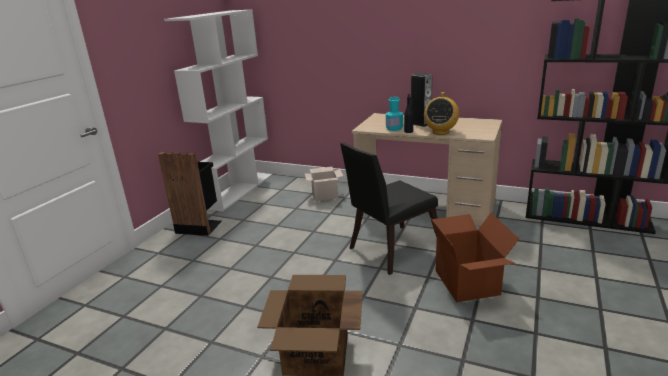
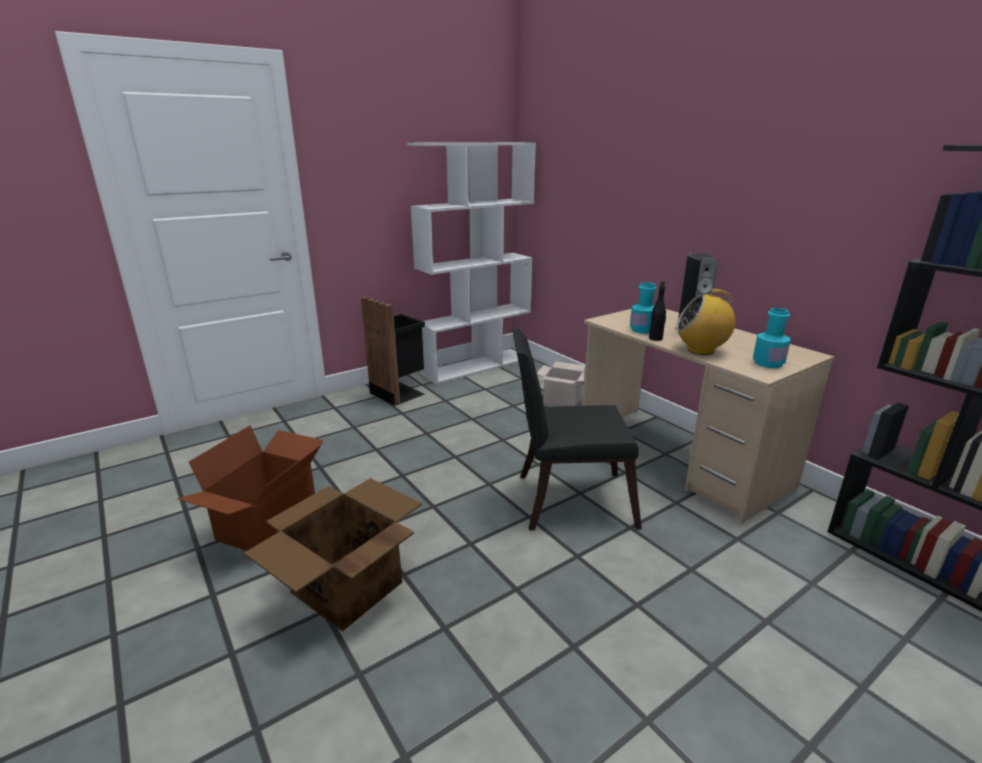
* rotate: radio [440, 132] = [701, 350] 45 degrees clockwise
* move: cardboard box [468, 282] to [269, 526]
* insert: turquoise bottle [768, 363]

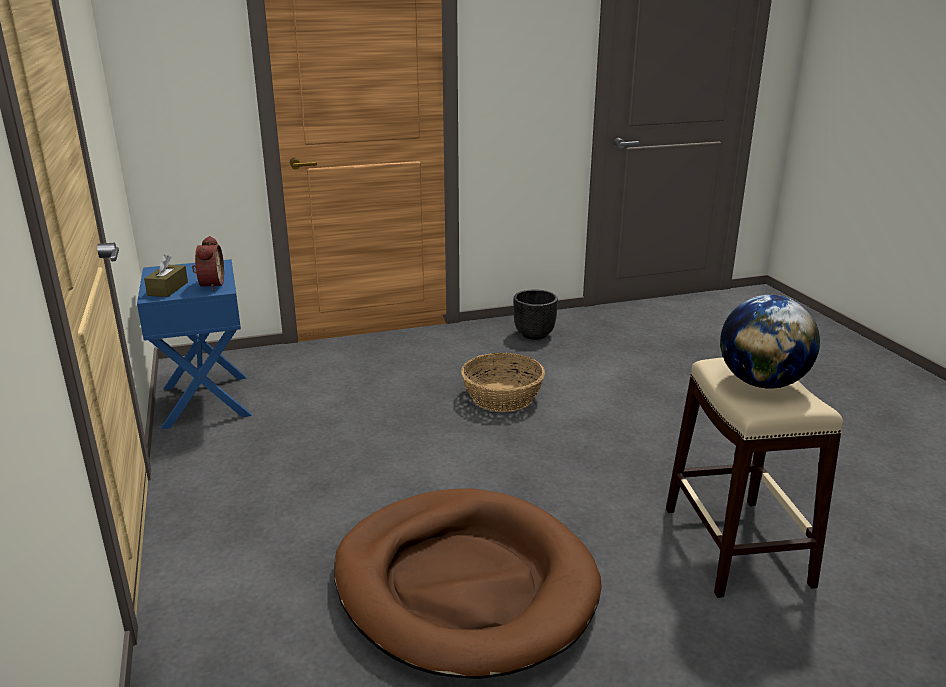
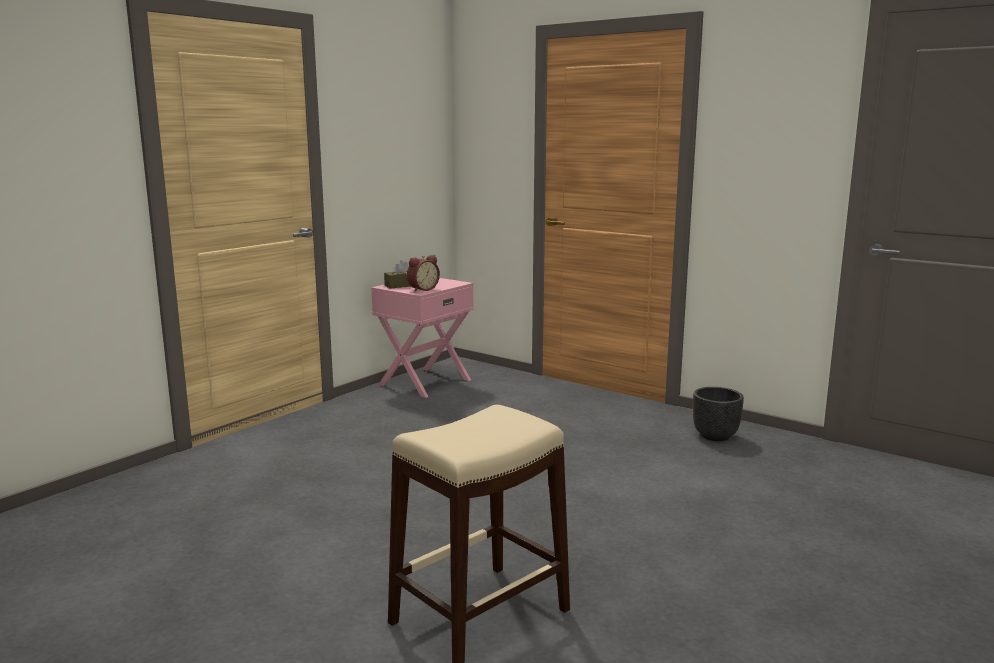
* recolor: blue nightstand [204, 401] to pink nightstand [424, 382]
* delete: globe [762, 383]
* delete: basket [502, 396]
* delete: brown dog bed [464, 585]

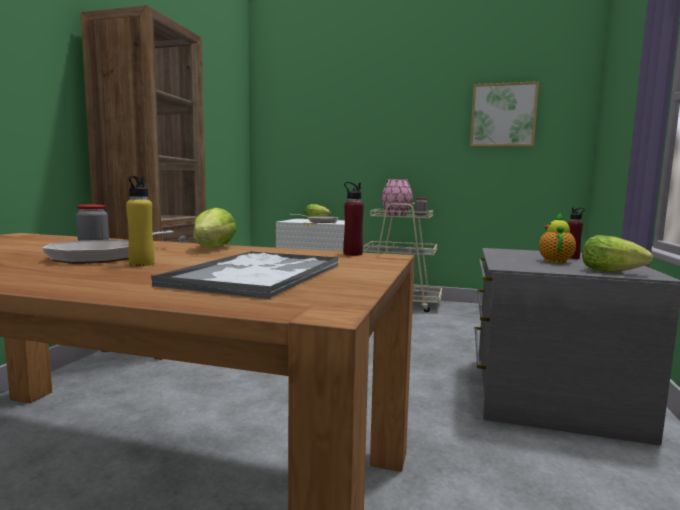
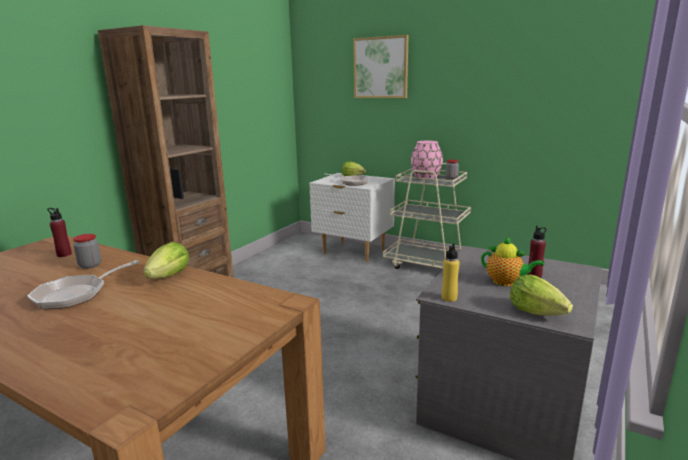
* move: picture [503, 115] to [381, 68]
* move: yellow bottle [141, 264] to [449, 298]
* move: red bottle [352, 254] to [64, 254]
* rotate: teapot [555, 261] = [506, 282] 90 degrees clockwise
* delete: tray [259, 274]

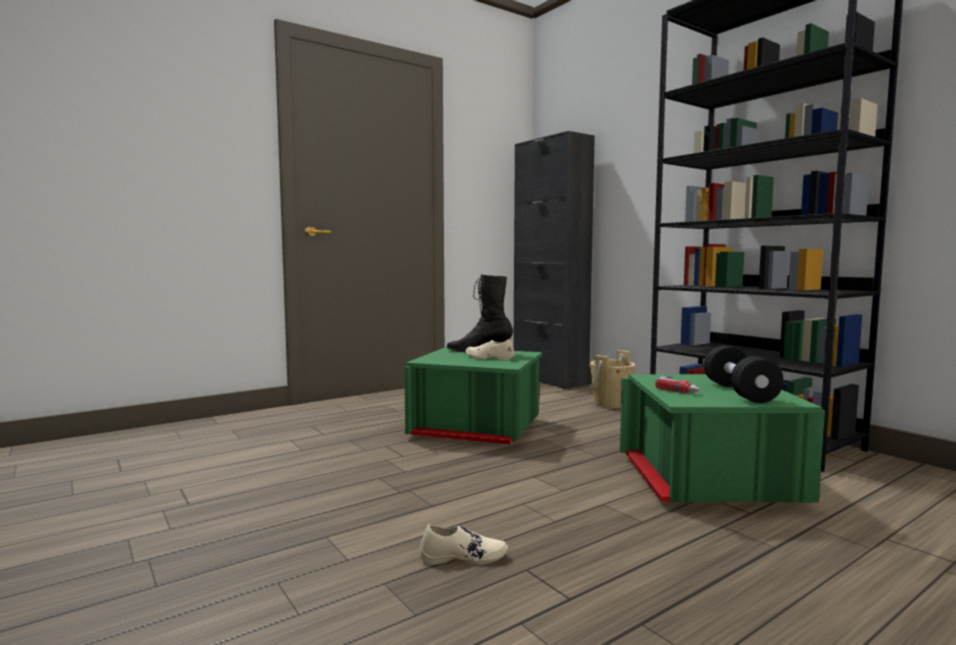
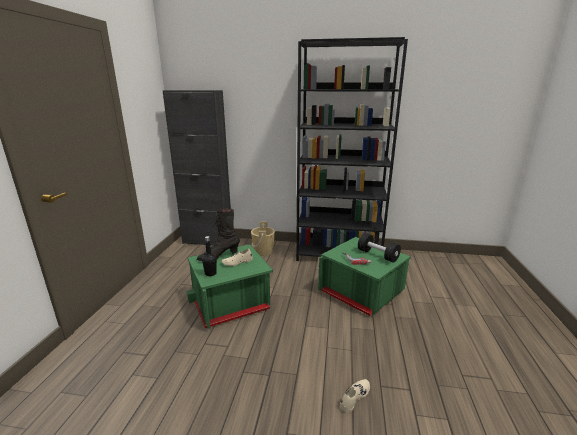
* insert: black bottle [210, 273]

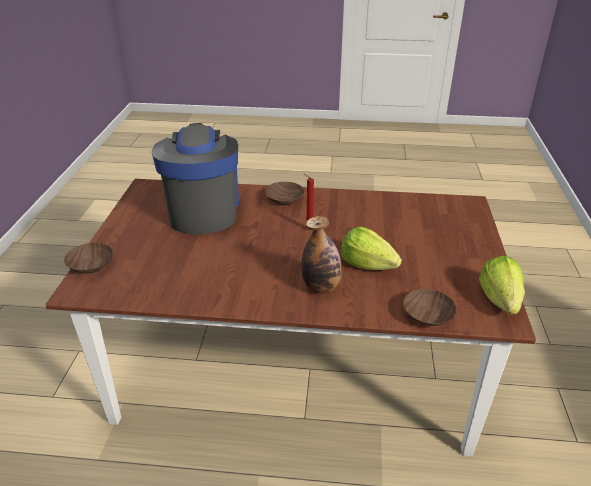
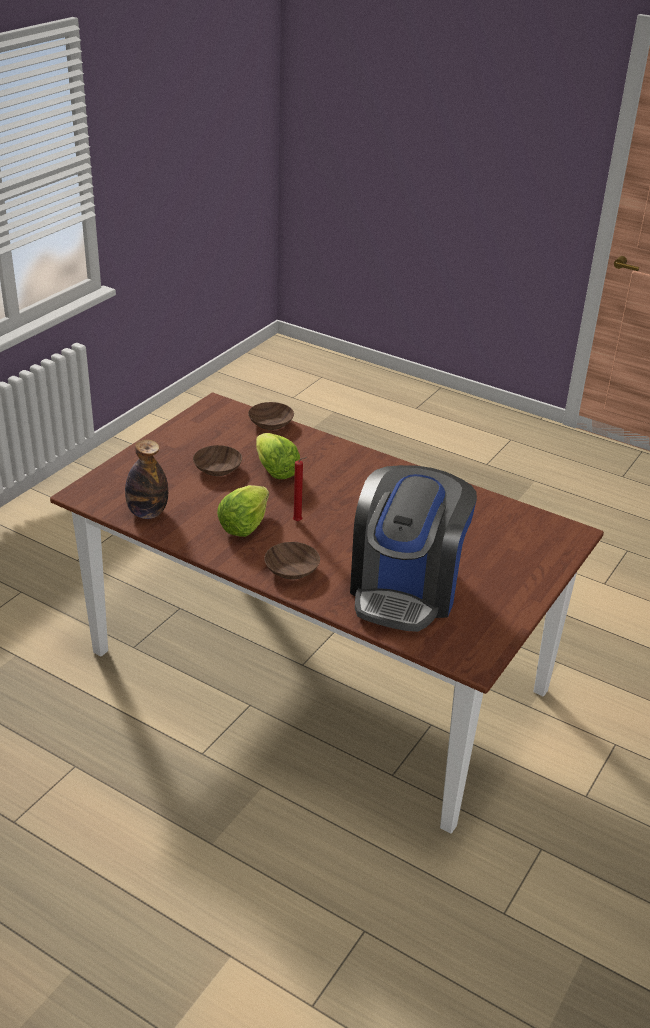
* move: bottle [321, 287] to [147, 513]
* move: brown bowl [91, 264] to [217, 469]
* move: lettuce [500, 299] to [244, 525]

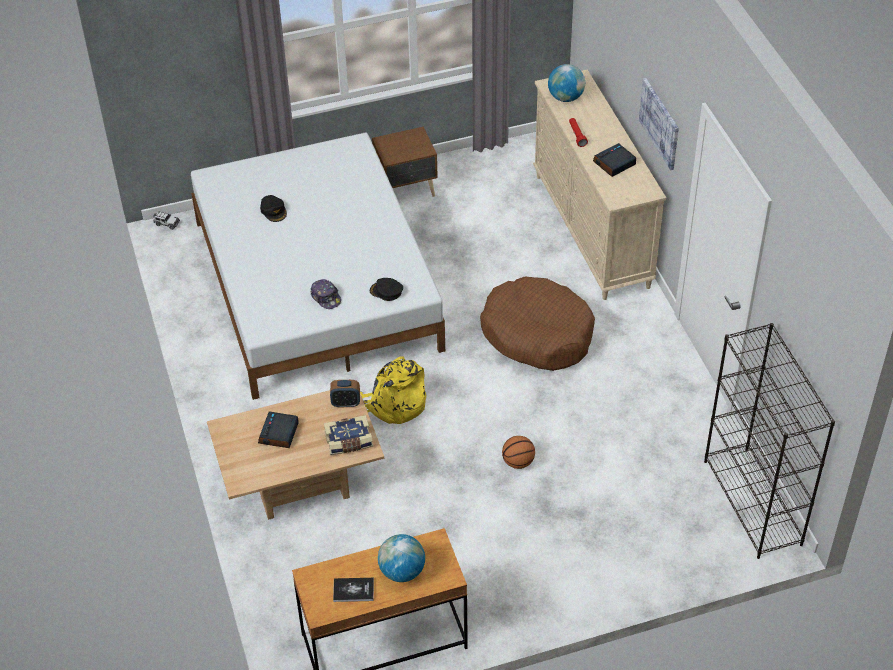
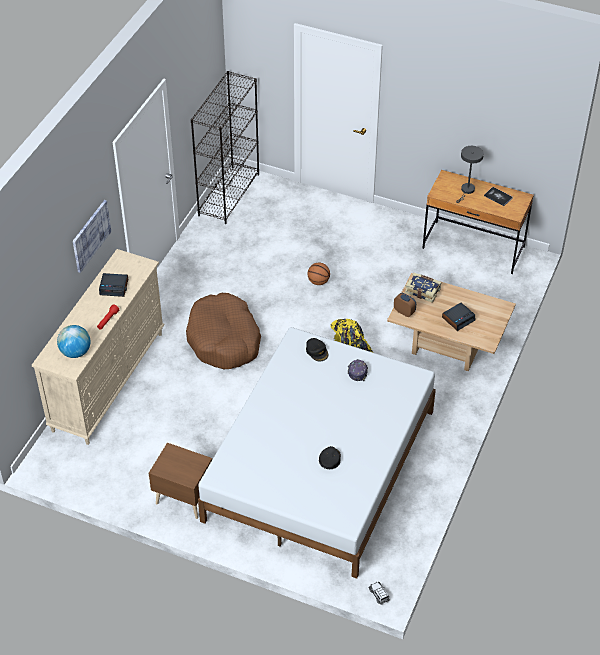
* replace: globe [402, 571] to grey table lamp [467, 191]

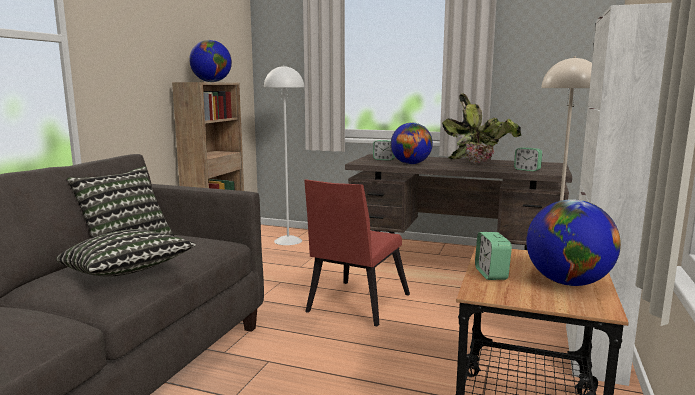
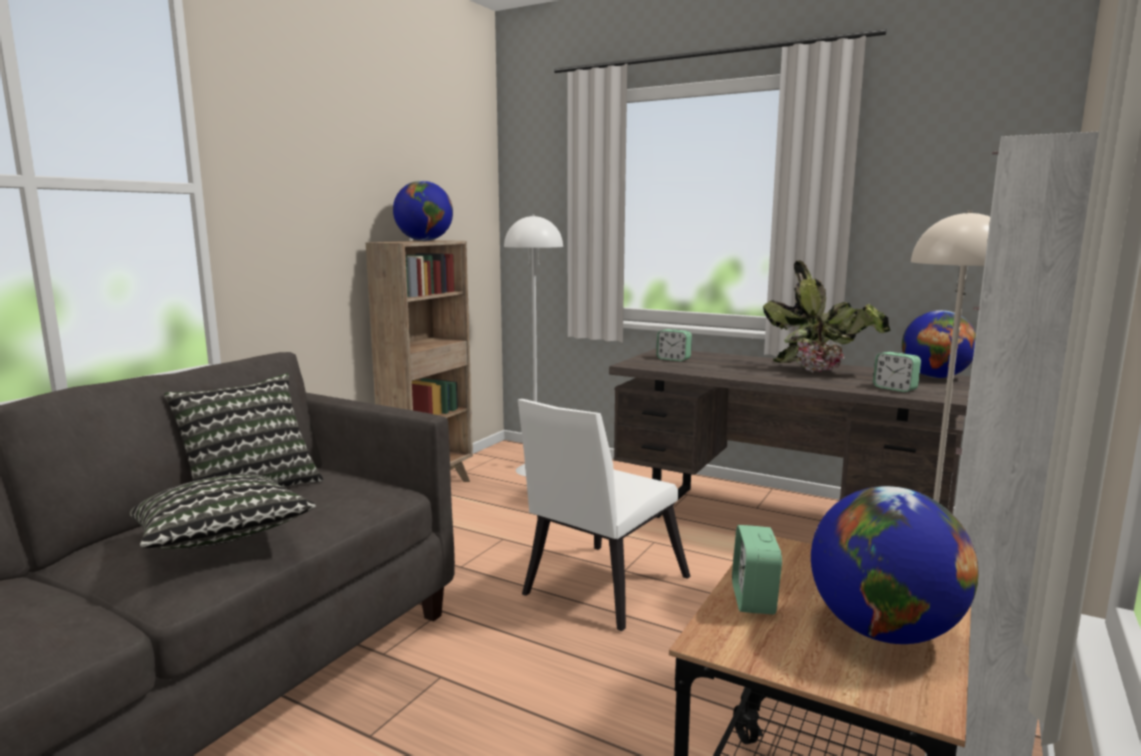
* move: globe [410, 164] to [935, 377]
* recolor: red chair [354, 305] to white chair [599, 589]

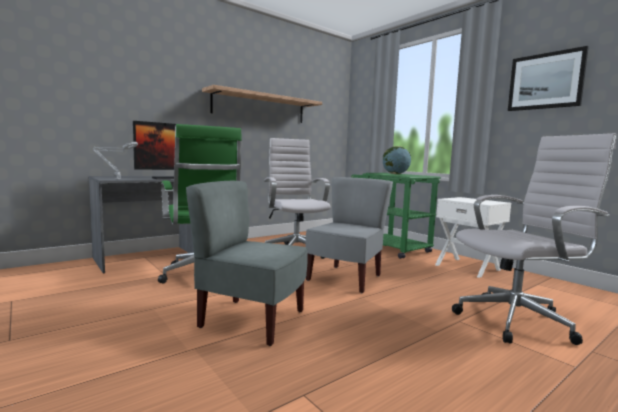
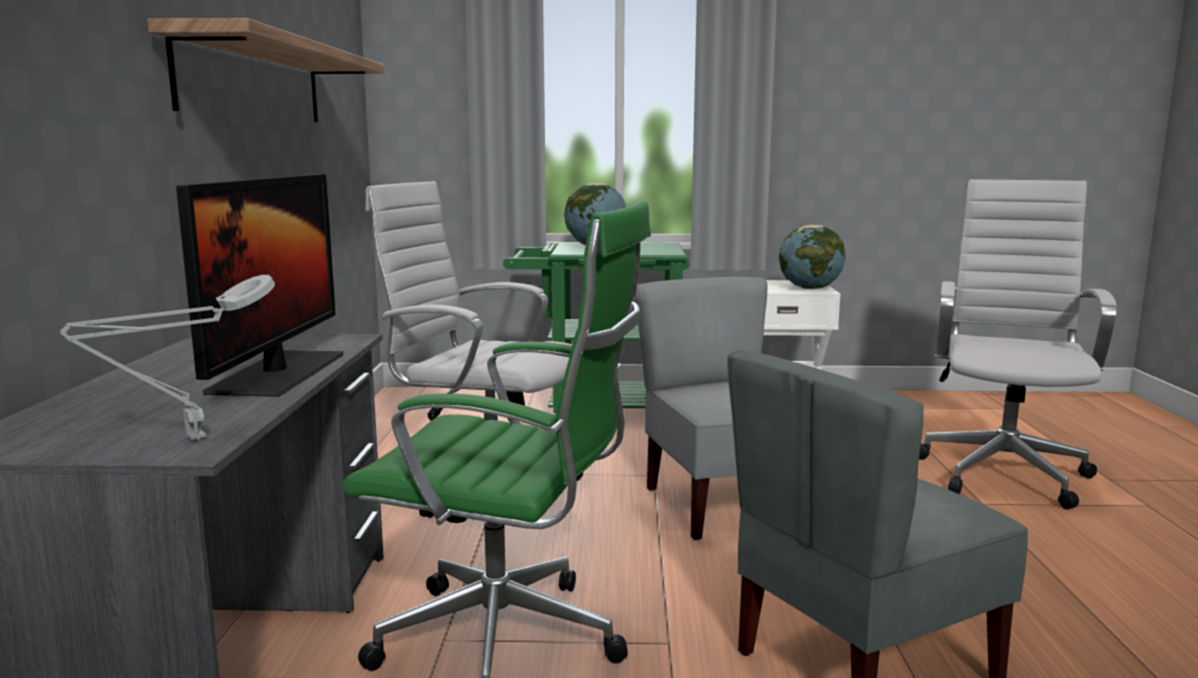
* delete: picture [545, 81]
* insert: globe [810, 288]

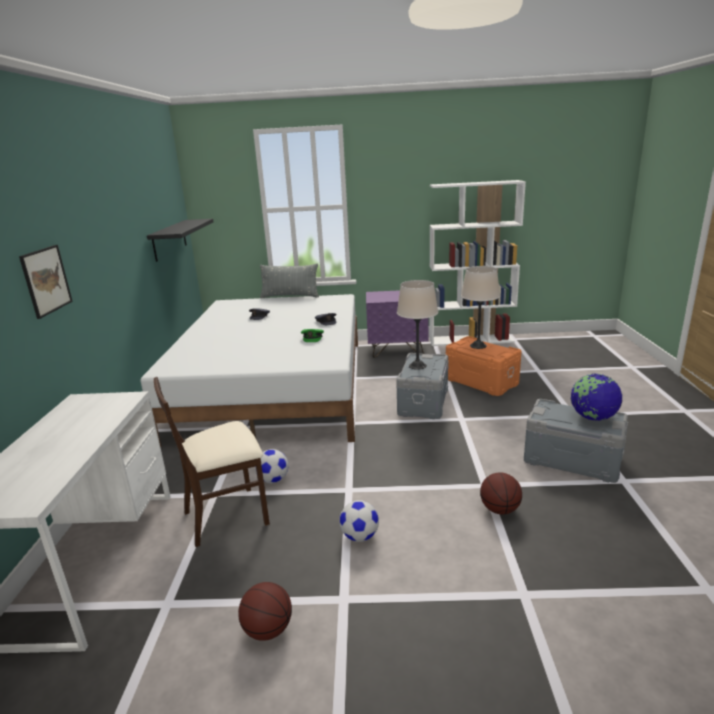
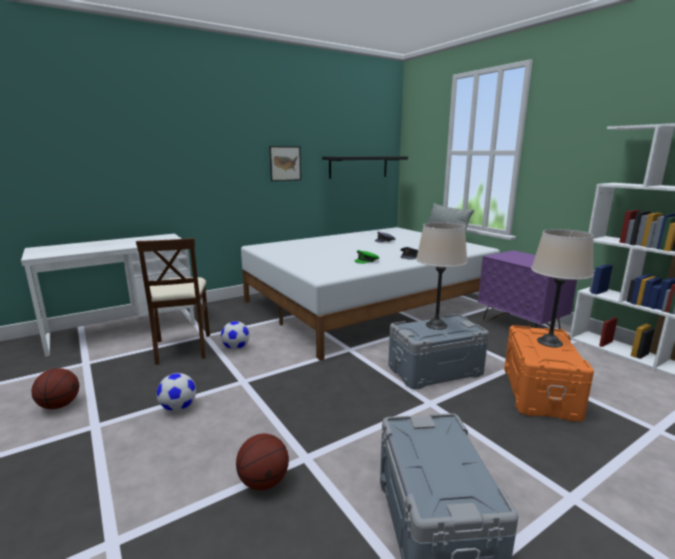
* move: picture [46, 280] to [285, 163]
* delete: globe [592, 417]
* rotate: beige chair [227, 516] = [182, 348] 135 degrees counterclockwise

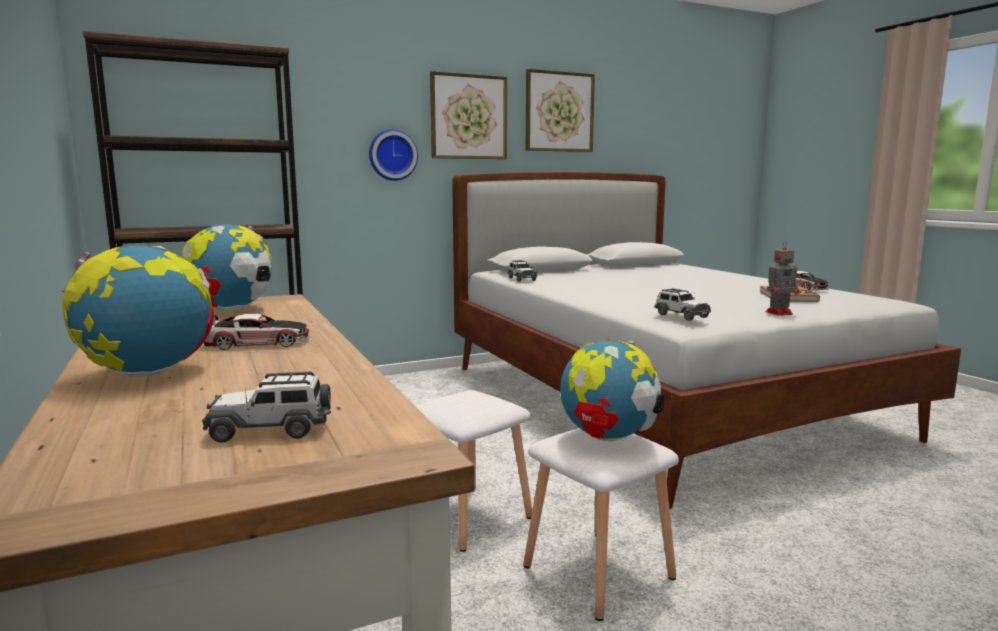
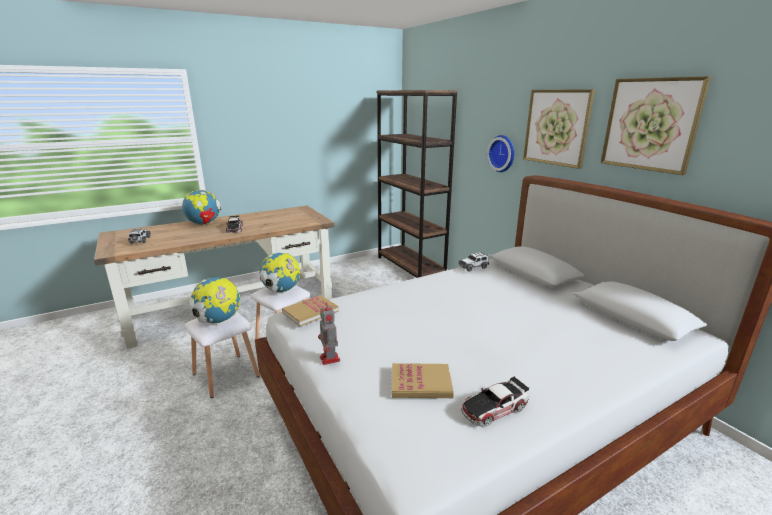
* move: globe [231, 310] to [281, 291]
* replace: toy car [681, 316] to book [310, 312]

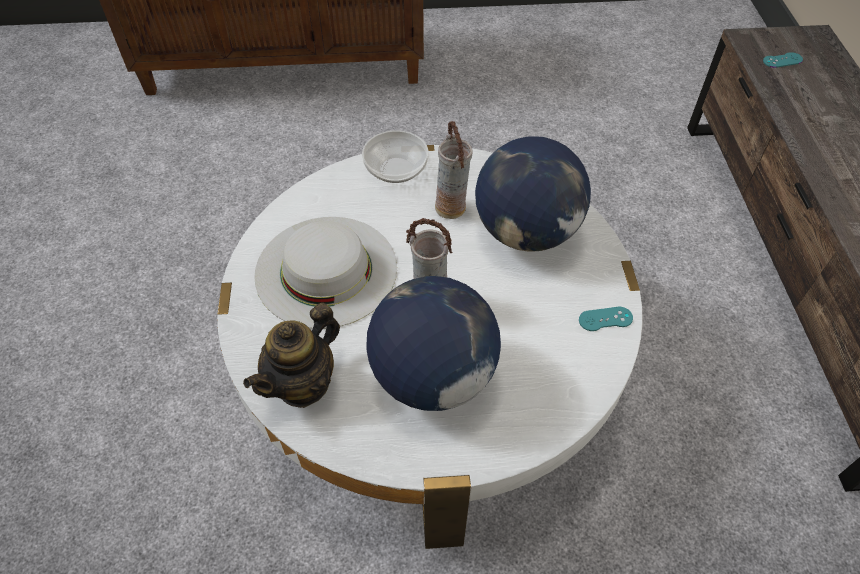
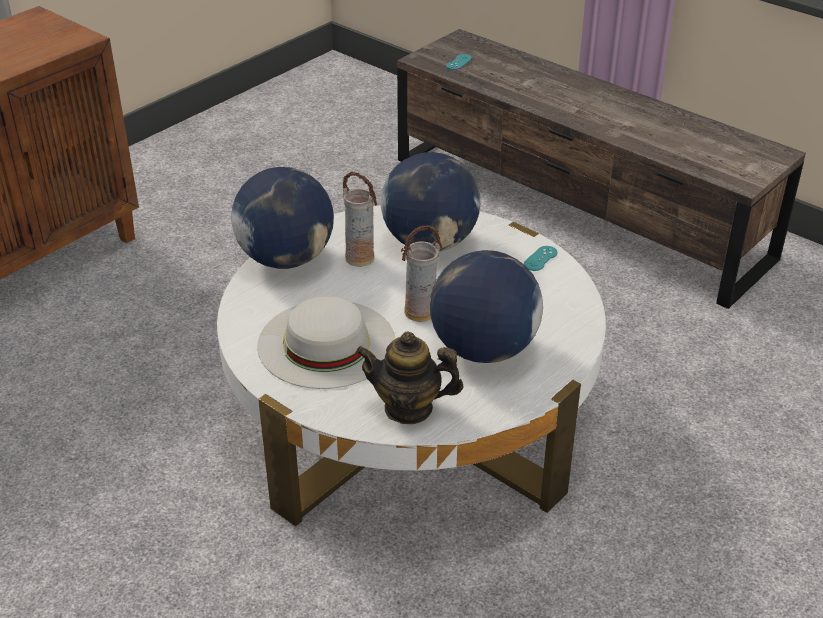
* replace: bowl [397, 169] to globe [286, 259]
* rotate: teapot [303, 383] = [409, 408] 105 degrees clockwise

